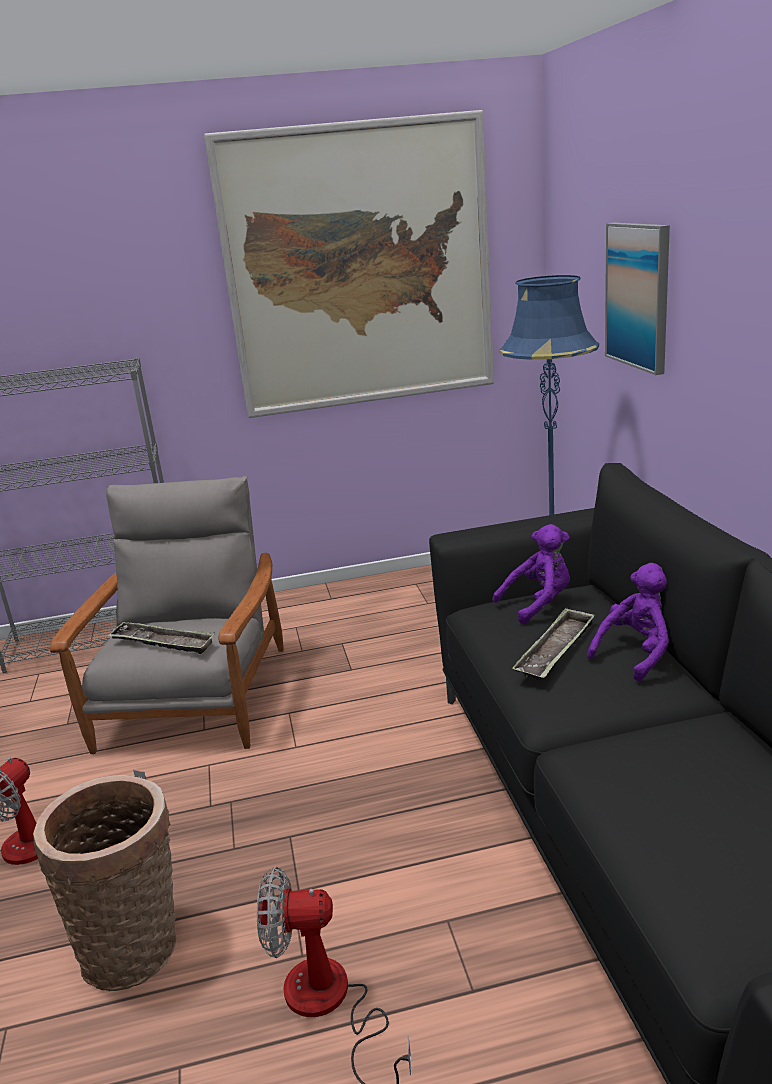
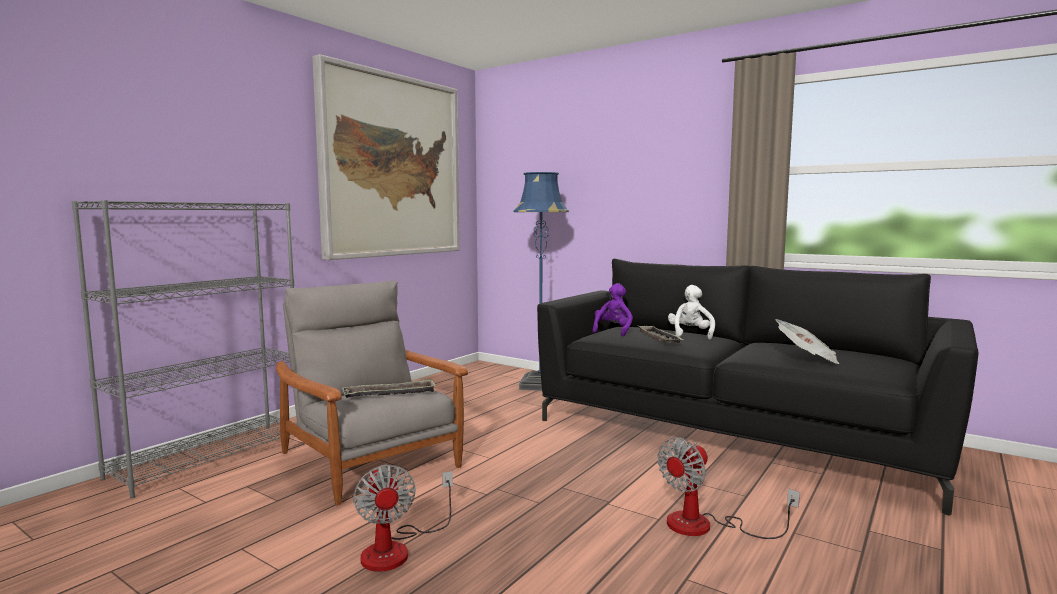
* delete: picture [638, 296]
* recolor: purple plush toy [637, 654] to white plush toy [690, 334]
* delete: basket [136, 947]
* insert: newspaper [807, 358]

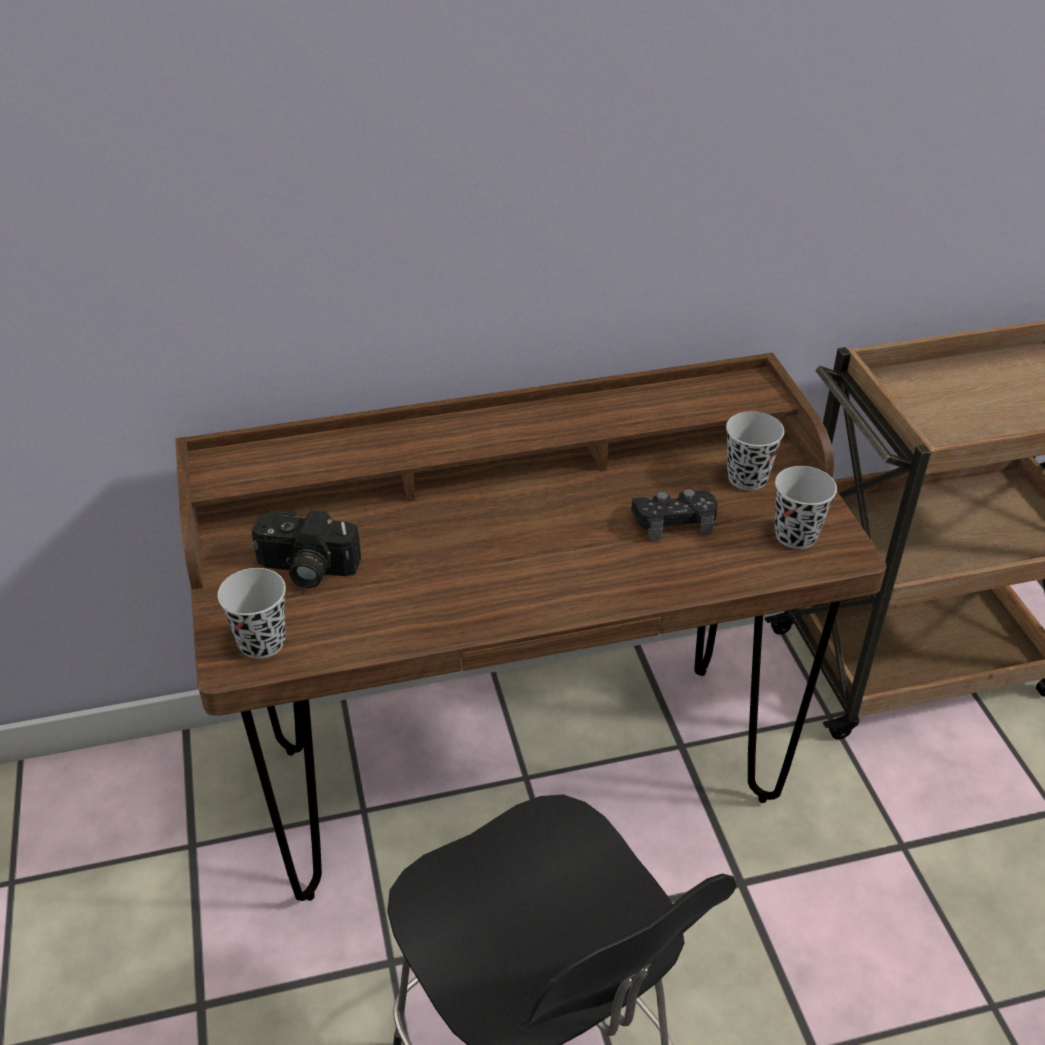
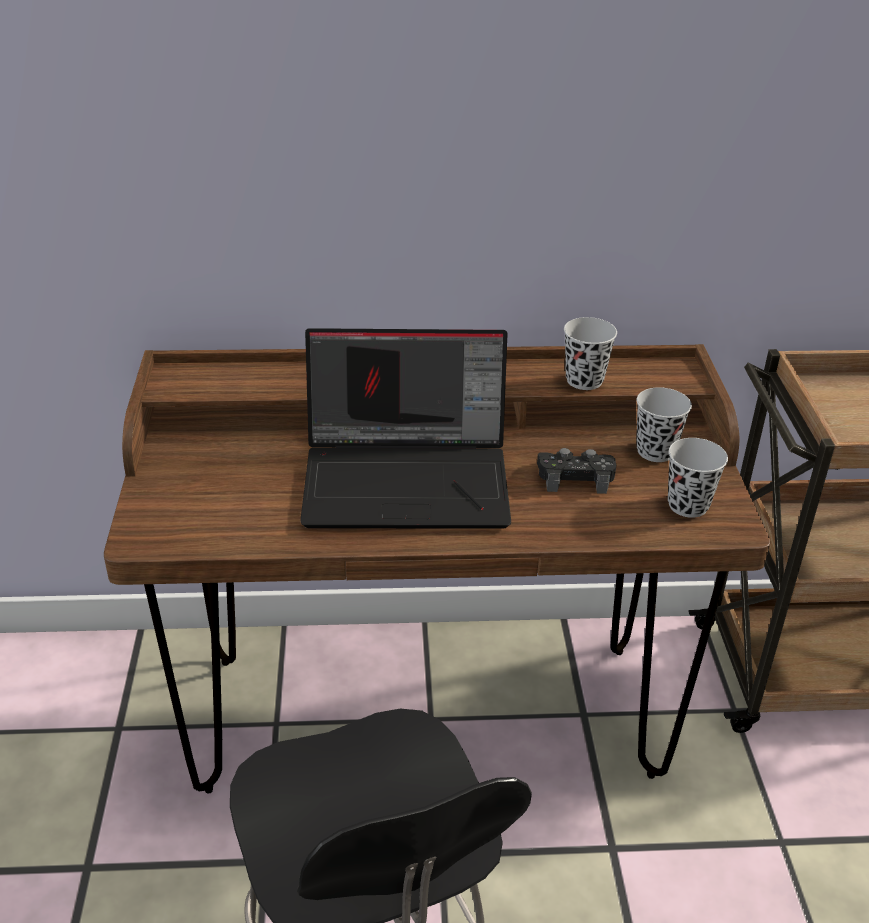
* delete: photo camera [305, 569]
* move: black cup [262, 642] to [584, 380]
* insert: laptop [409, 478]

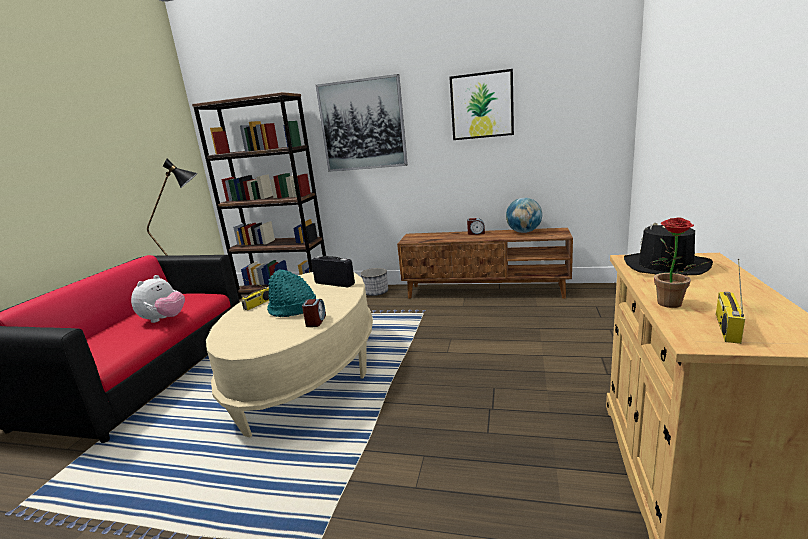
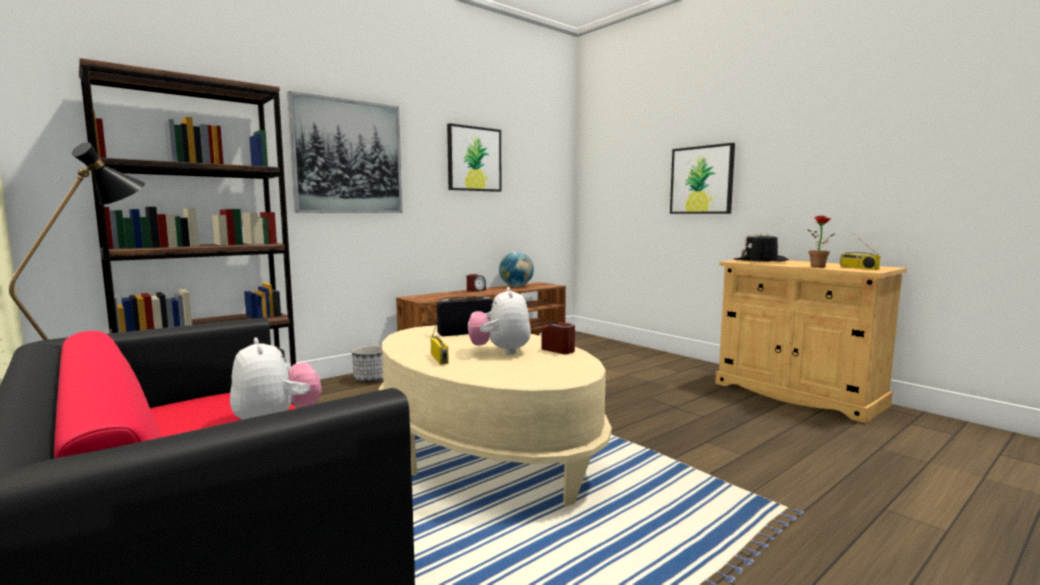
* replace: turquoise hat [292, 309] to plush toy [500, 351]
* insert: picture [701, 180]

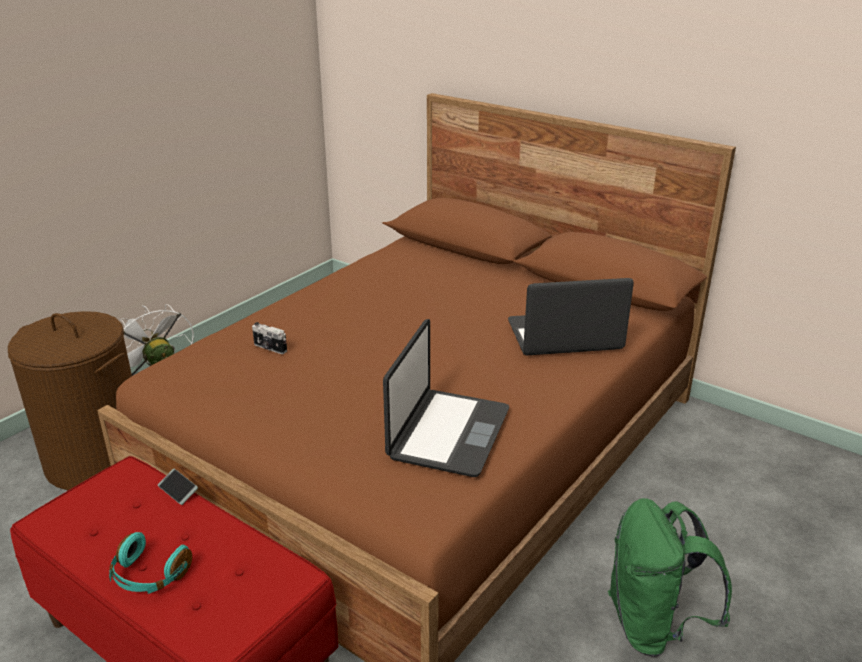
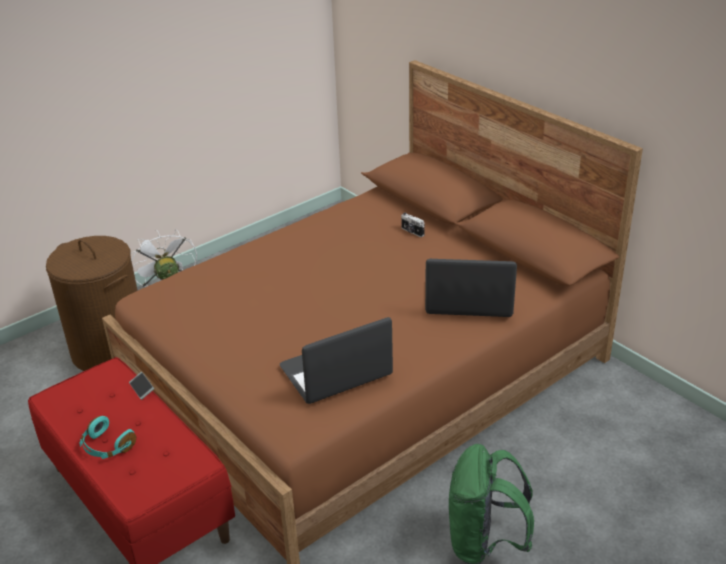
* rotate: laptop [447, 433] = [336, 372] 150 degrees counterclockwise
* move: photo camera [269, 348] to [412, 232]

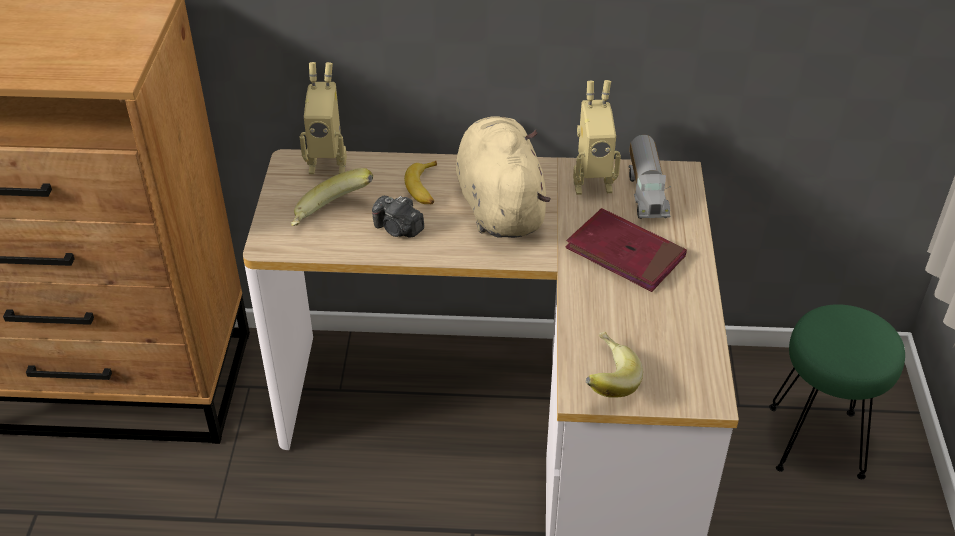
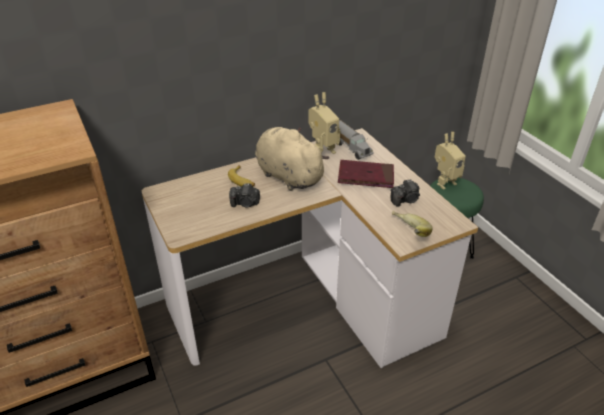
* move: toy robot [328, 163] to [444, 182]
* delete: banana [332, 217]
* insert: photo camera [405, 200]

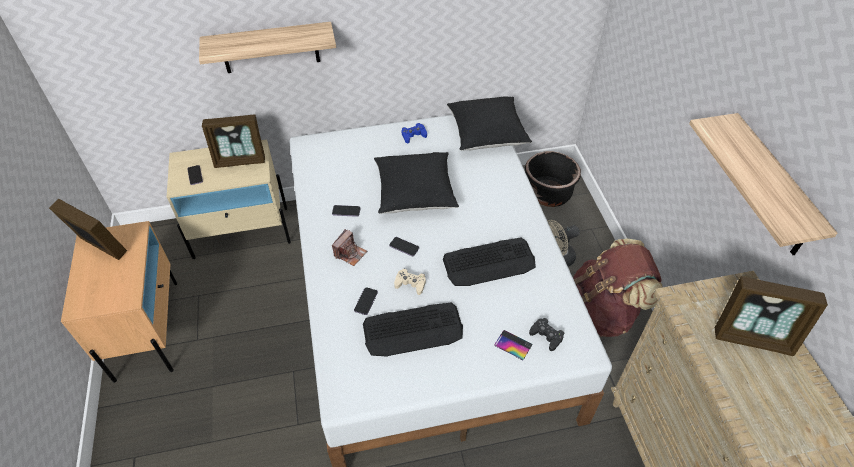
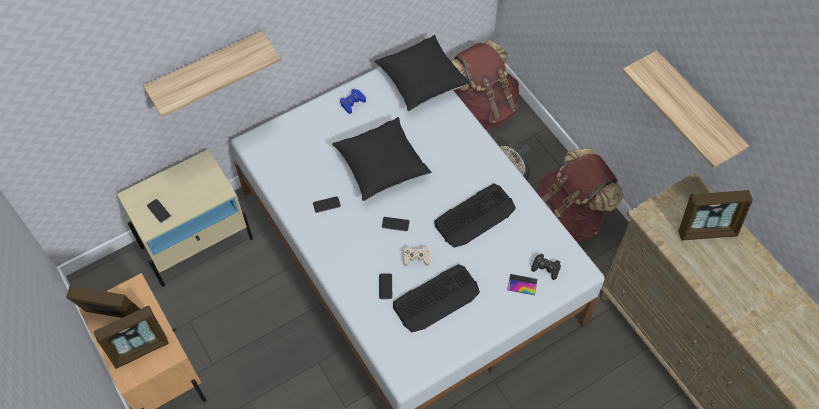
* move: picture frame [240, 160] to [139, 348]
* replace: black planter [548, 194] to brown backpack [481, 108]
* delete: photo camera [350, 253]

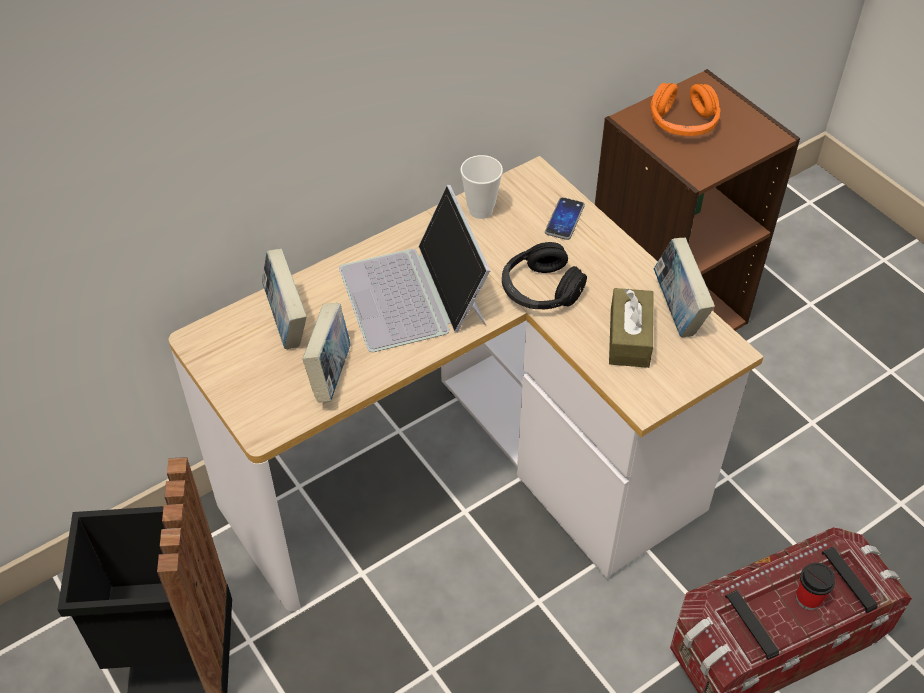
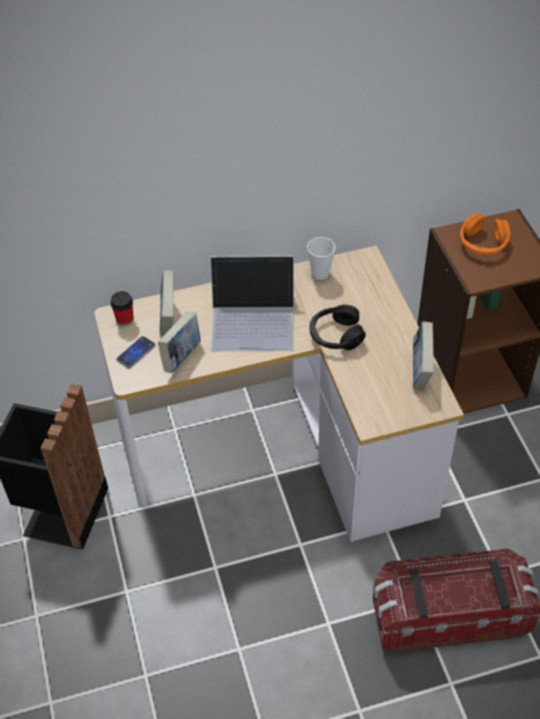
* rotate: laptop [414, 295] = [253, 319] 90 degrees counterclockwise
* move: phone [564, 219] to [136, 352]
* delete: brown tissue box [629, 338]
* move: cup [808, 598] to [125, 319]

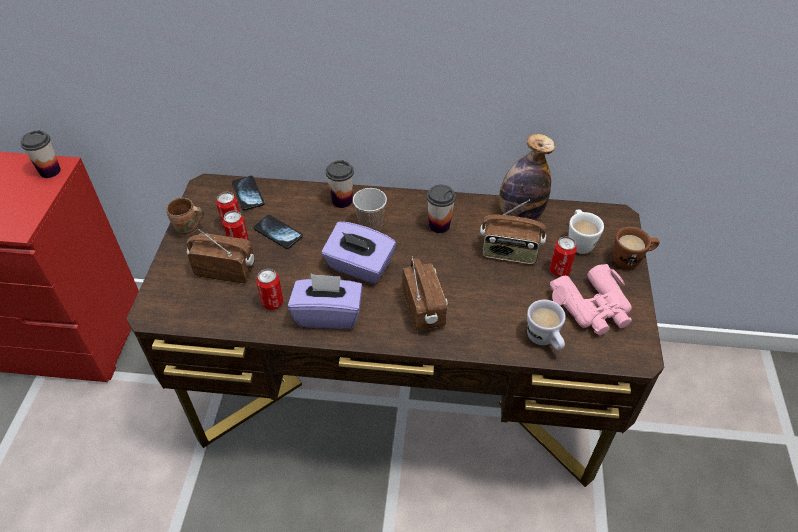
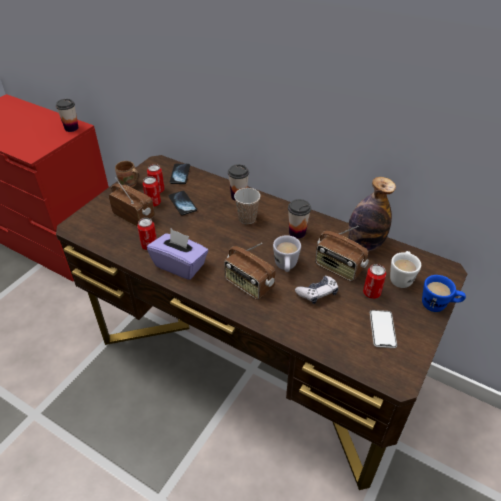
* delete: purple tissue box [359, 267]
* recolor: brown mug [631, 259] to blue mug [438, 305]
* rotate: radio [424, 309] = [248, 285] 120 degrees clockwise
* replace: pink binoculars [593, 307] to phone [382, 329]
* move: white mug [544, 340] to [286, 267]
* insert: game controller [317, 293]

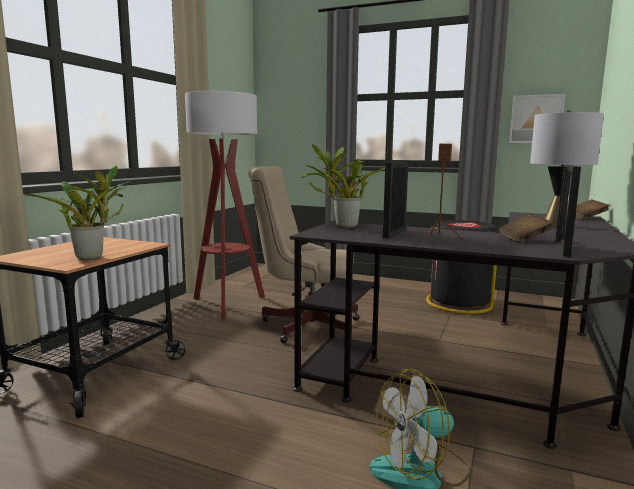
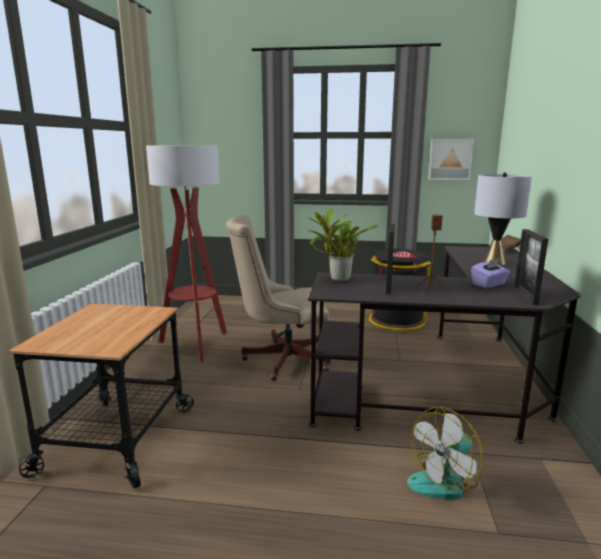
* delete: potted plant [93, 257]
* replace: brown book [524, 239] to purple tissue box [489, 284]

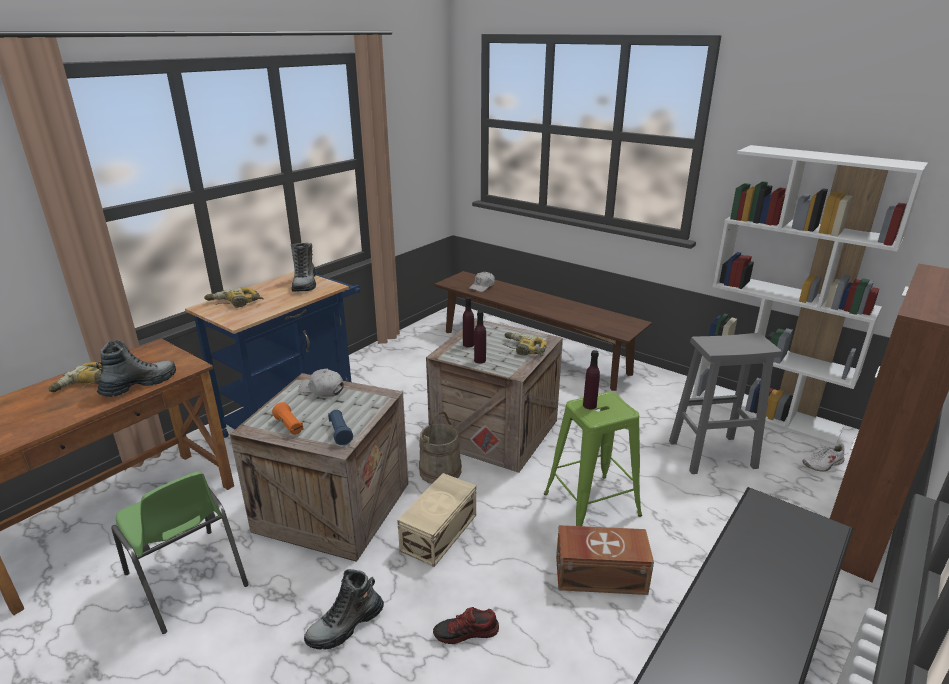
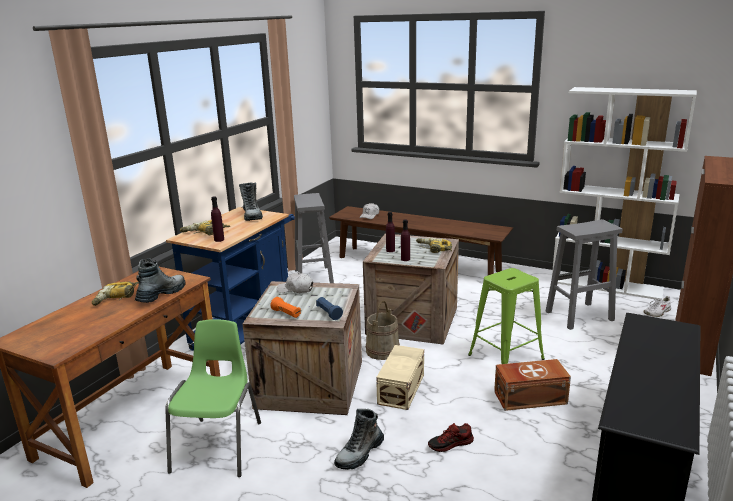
* move: purple bottle [589, 405] to [219, 240]
* rotate: green chair [187, 580] = [219, 445] 120 degrees counterclockwise
* insert: grey stool [314, 277]

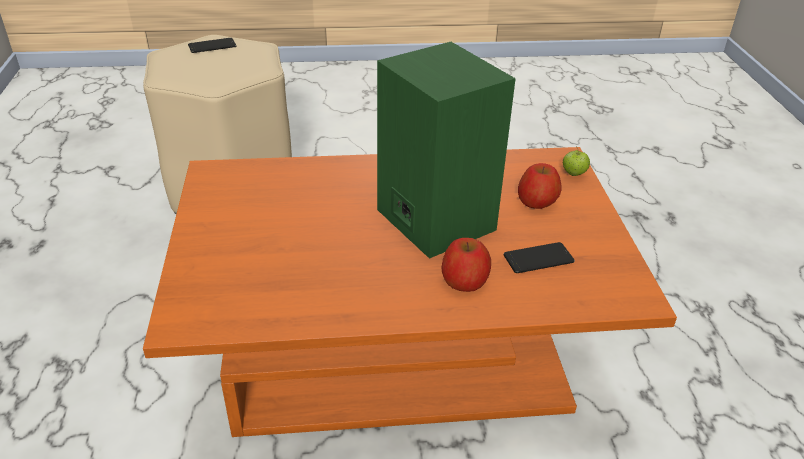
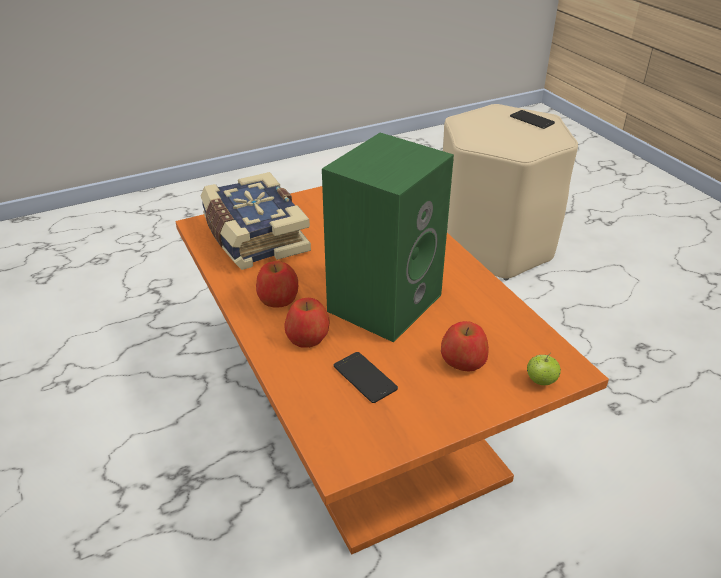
* insert: book [253, 237]
* insert: apple [278, 298]

